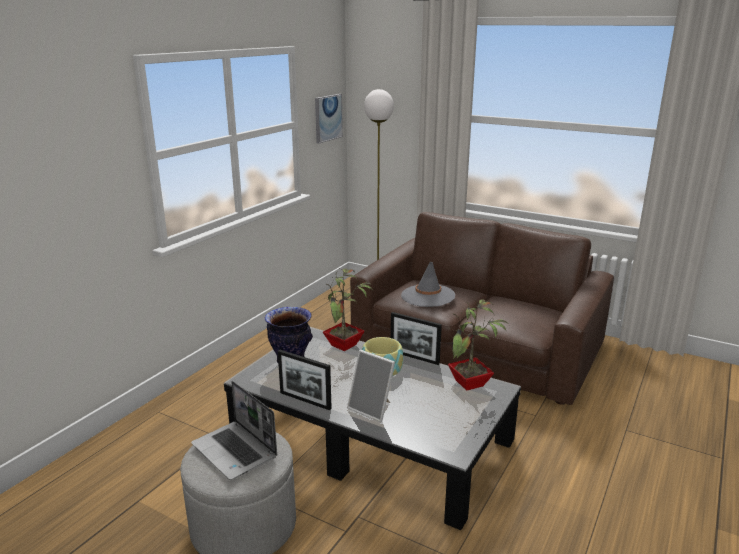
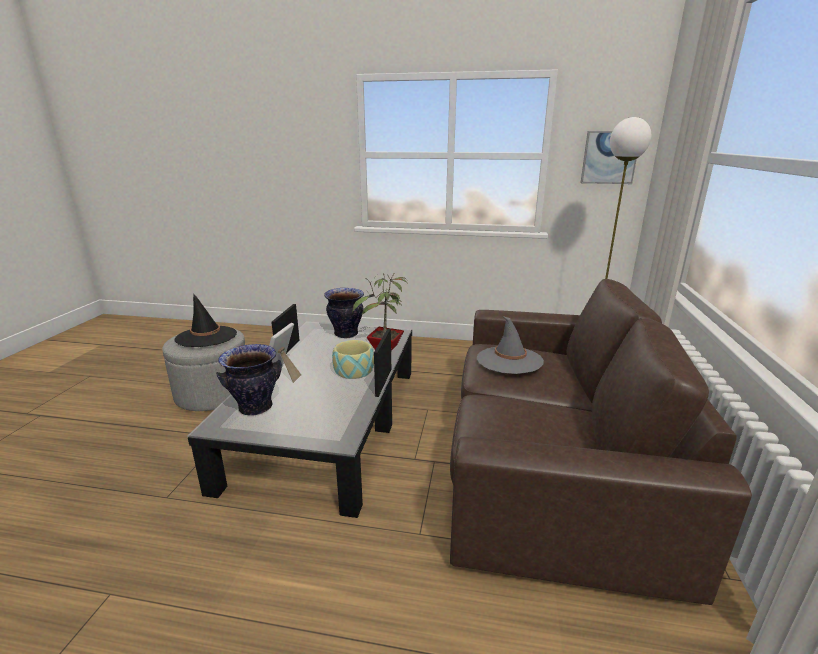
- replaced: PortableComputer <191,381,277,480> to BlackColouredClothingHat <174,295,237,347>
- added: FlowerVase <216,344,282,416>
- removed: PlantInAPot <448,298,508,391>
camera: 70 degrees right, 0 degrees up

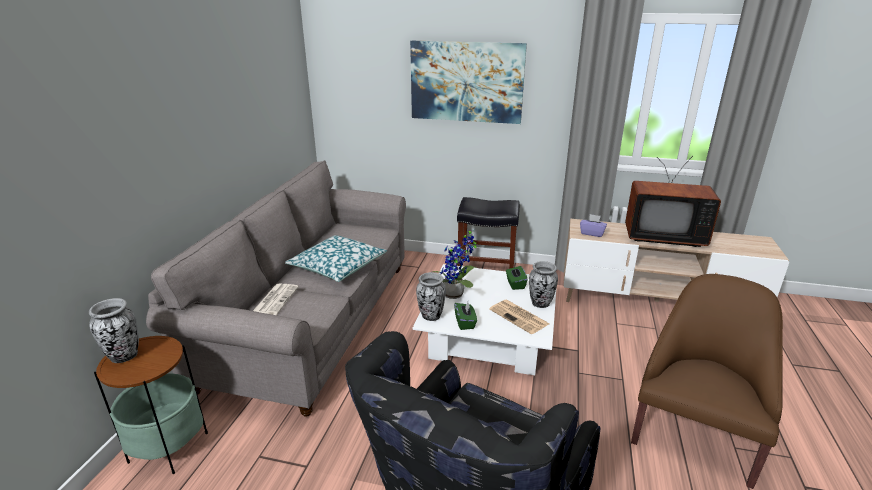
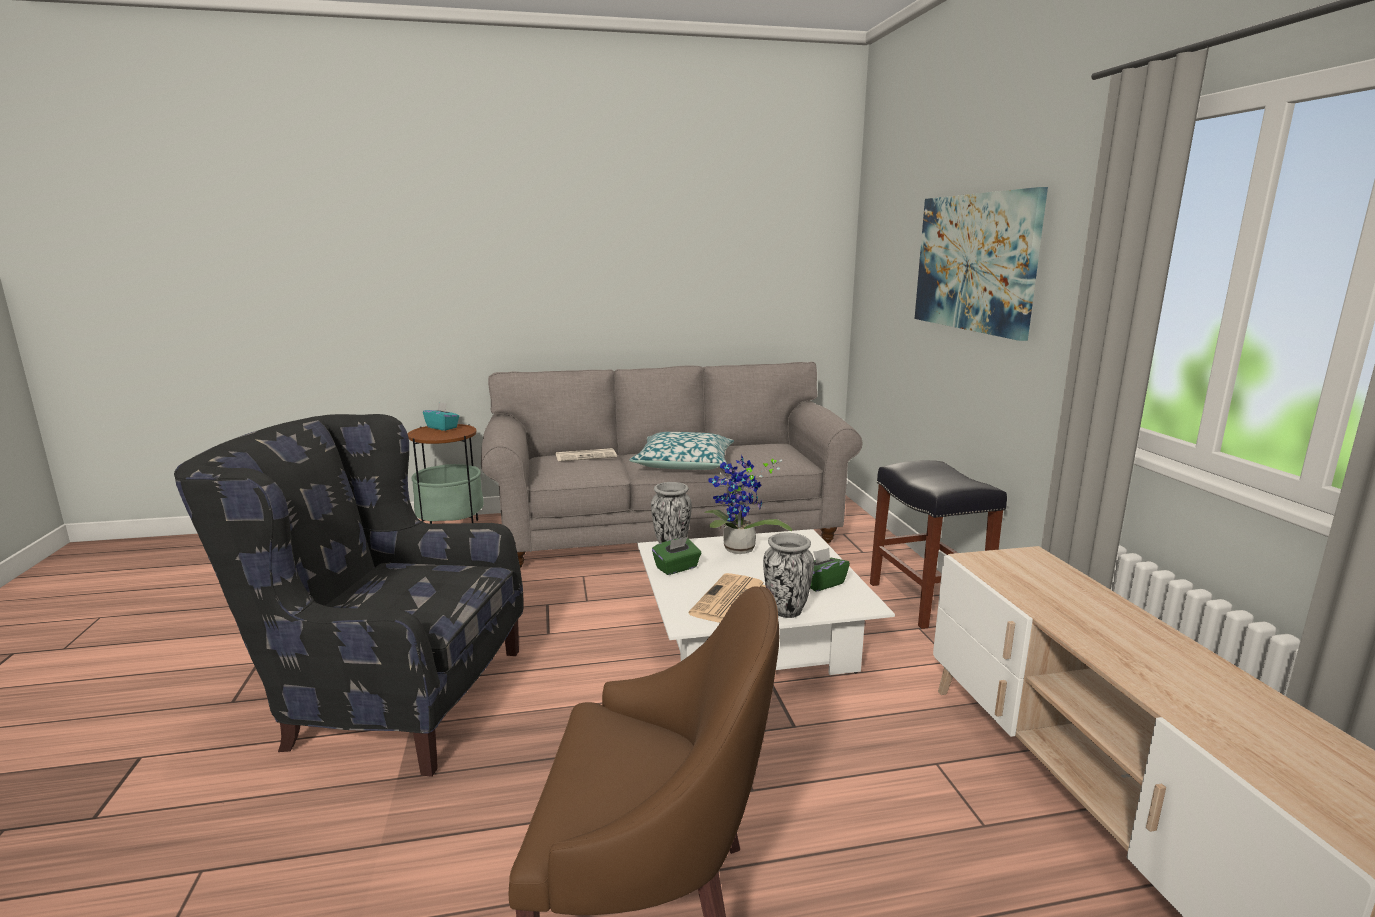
- replaced: FlowerVase <89,298,139,363> to TurquoiseColouredTissueBox <423,402,459,431>
- removed: PurpleTissueBox <580,214,607,237>
- removed: Tv <625,156,721,247>
camera: 65 degrees right, 10 degrees down

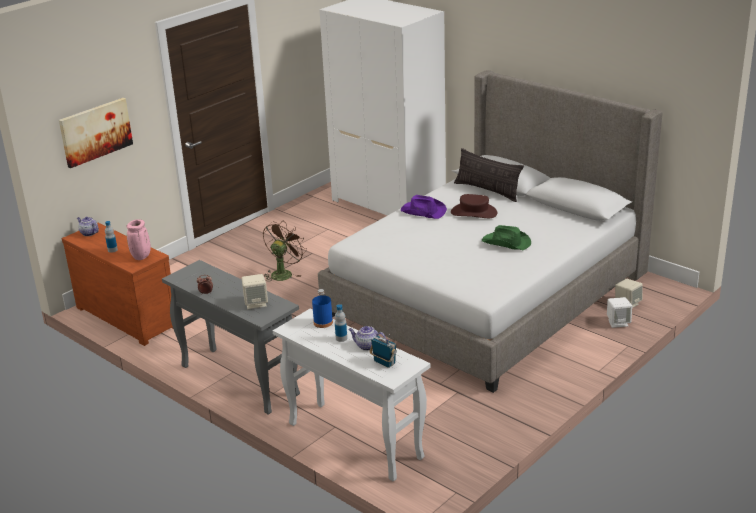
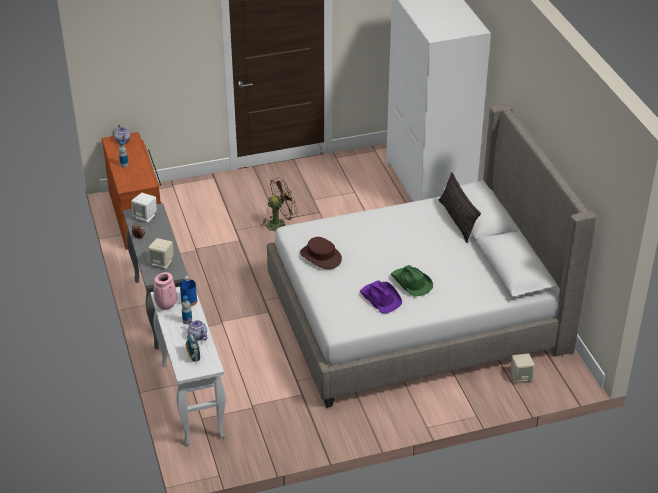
- moved: WhiteAudioSpeaker <607,297,632,328> to <131,193,157,222>
- moved: PinkColouredFlowerVase <126,219,151,260> to <153,272,177,310>
- moved: BrownColouredClothingHat <451,194,497,218> to <300,237,342,269>
- moved: PurpleClothingHat <401,195,447,219> to <360,280,402,314>
- removed: Picture <59,98,133,168>
camera: 30 degrees right, 10 degrees up

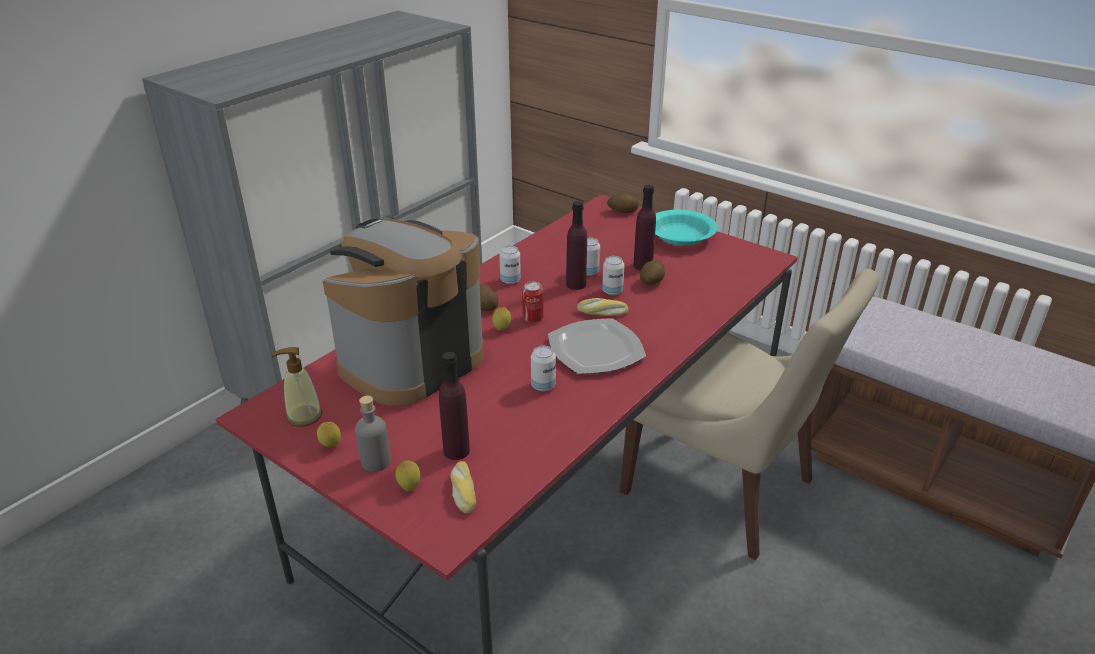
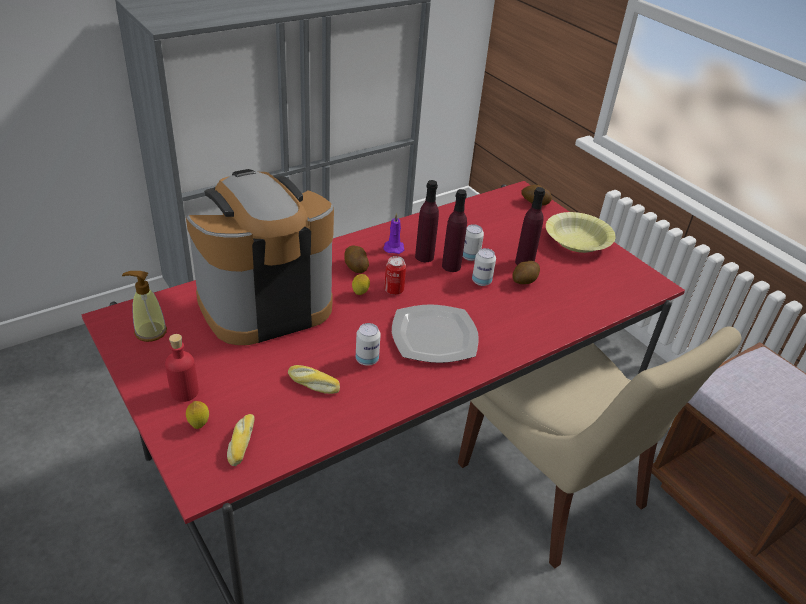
- recoloured: GreyBottle <355,396,391,472> to ReddishBottle <165,334,199,402>
- moved: Bread <577,298,628,316> to <288,365,340,394>
- replaced: MetalCan <499,245,521,284> to PurpleCandle <383,213,404,254>
- moved: PurpleBottle <439,352,470,460> to <415,180,439,262>
- recoloured: TurquoiseColouredDeepDish <655,210,718,246> to YellowishDeepDish <546,212,616,253>
- removed: Lemon <317,422,341,448>
camera: 15 degrees right, 5 degrees up

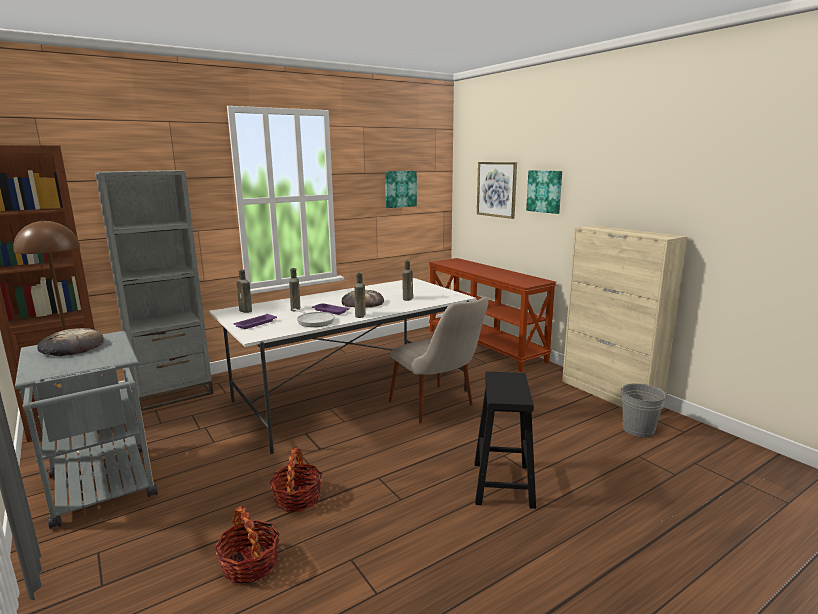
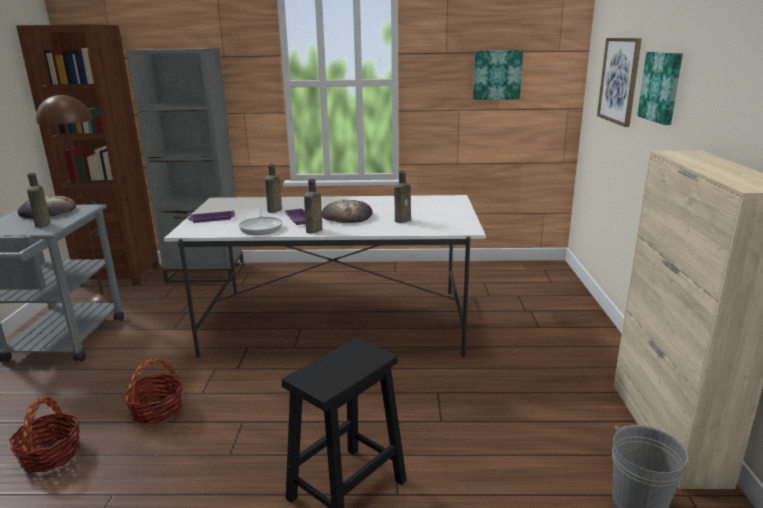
- moved: BrownColouredBottle <237,270,252,313> to <27,173,50,228>
- removed: BeigeColouredUprightChair <389,297,488,424>
- removed: BrownColouredConsoleTable <429,258,556,372>
camera: 35 degrees right, 5 degrees up

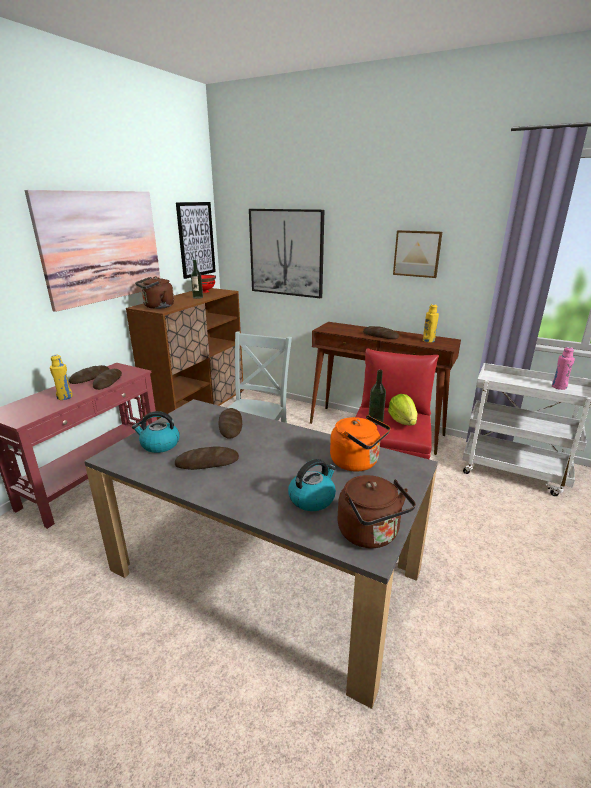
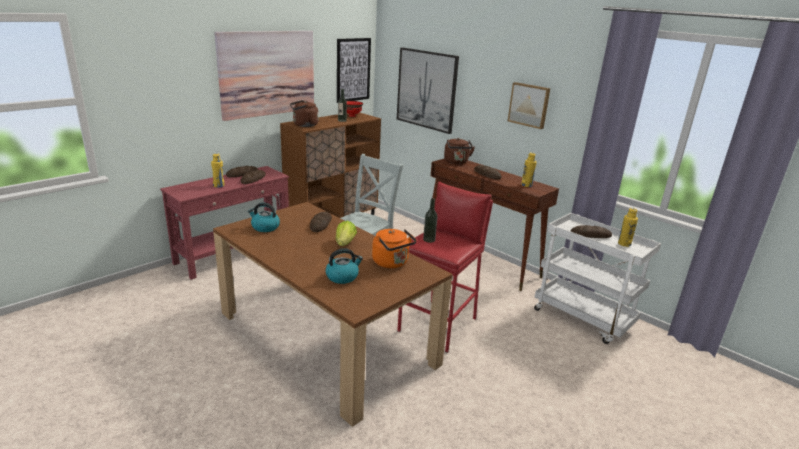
- recoloured: GreyKitchenTable <84,399,438,709> to BrownColouredKitchenTable <213,202,453,427>
- moved: LettuceHead <388,394,417,425> to <336,221,357,246>
- moved: BrownColouredWaterKettle <338,475,416,548> to <444,138,475,164>
- moved: Bread <175,447,239,470> to <571,225,612,238>
- recoloured: PinkColouredBottle <552,347,575,390> to YellowishBottle <618,207,638,247>
camera: 15 degrees right, 0 degrees up

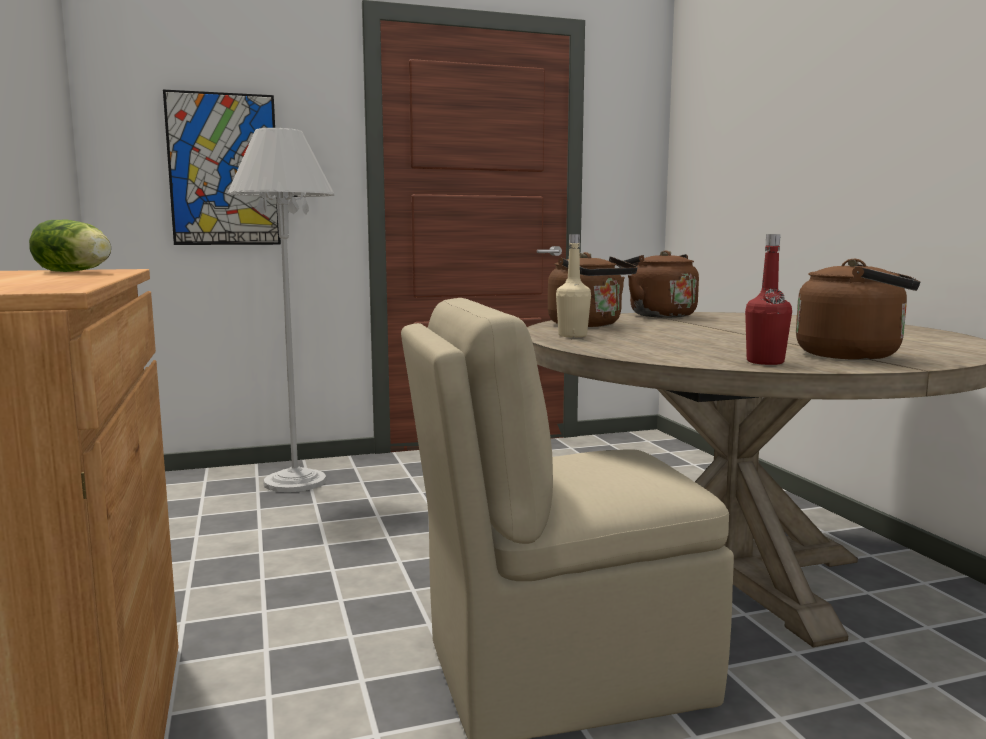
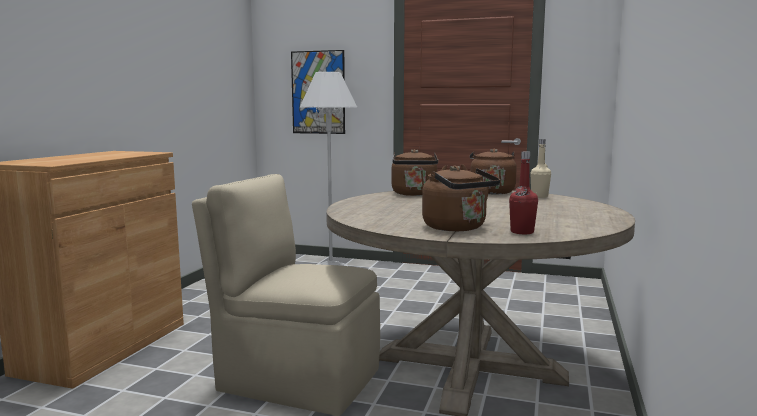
- moved: ReddishBottle <745,234,792,365> to <509,151,538,234>
- moved: BeigeColouredBottle <556,234,591,338> to <530,139,551,198>
- removed: LettuceHead <29,219,111,272>
camera: 35 degrees right, 0 degrees up

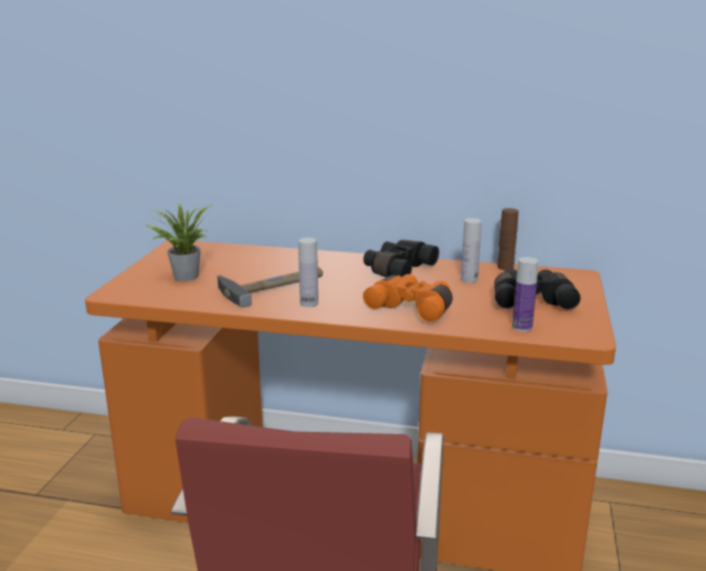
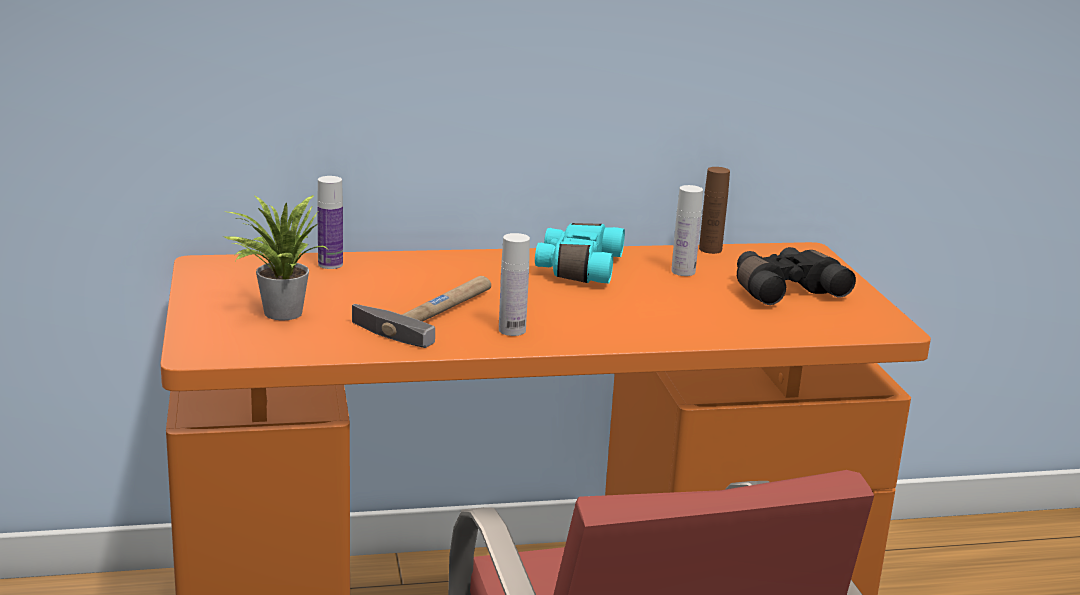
- moved: Bottle <512,257,538,332> to <317,176,343,269>
- recoloured: BlackColouredBinoculars <363,240,439,277> to TurquoiseColouredBinoculars <535,223,625,283>
- removed: OrangeBinoculars <363,274,453,322>
camera: 25 degrees left, 0 degrees up

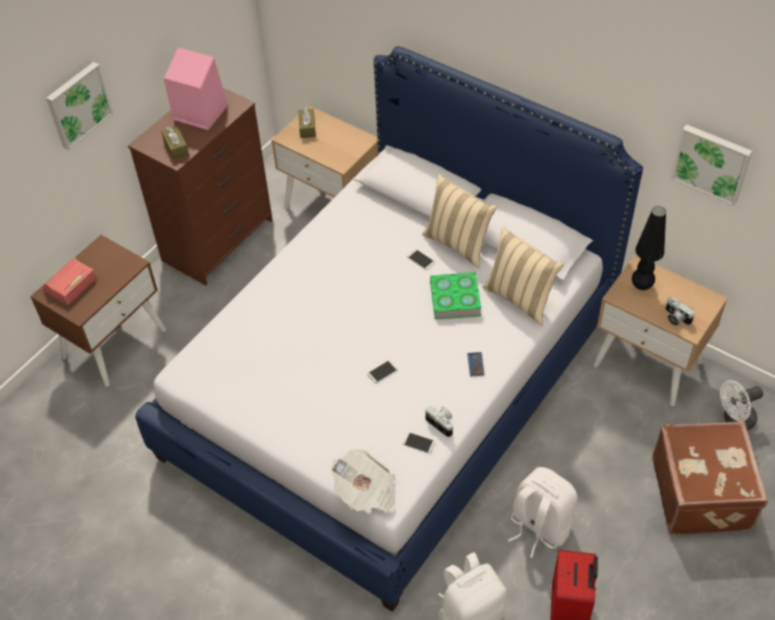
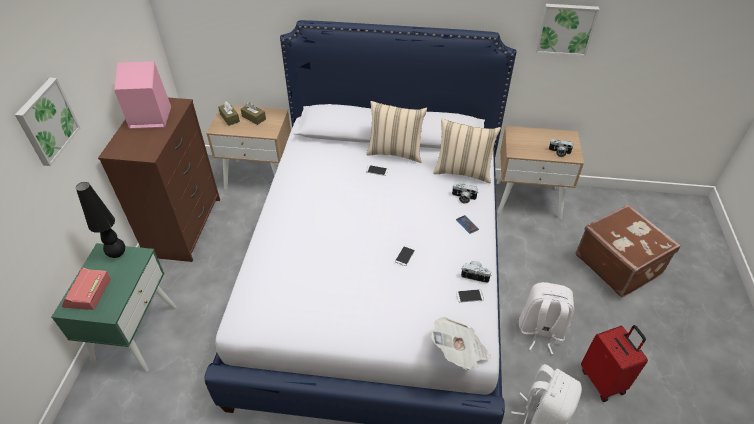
- recoloured: BrownColouredNightTable <30,235,166,387> to GreenColouredNightTable <51,243,177,372>
- moved: BlackColouredTabletopLamp <632,206,666,290> to <76,182,125,258>
- moved: BrownColouredTissueBox <161,126,189,160> to <241,102,266,125>
- added: PhotoCamera <452,183,478,204>
- removed: Book <430,272,481,319>
- removed: WhiteCoolingFan <720,380,763,430>
camera: 30 degrees left, 5 degrees down

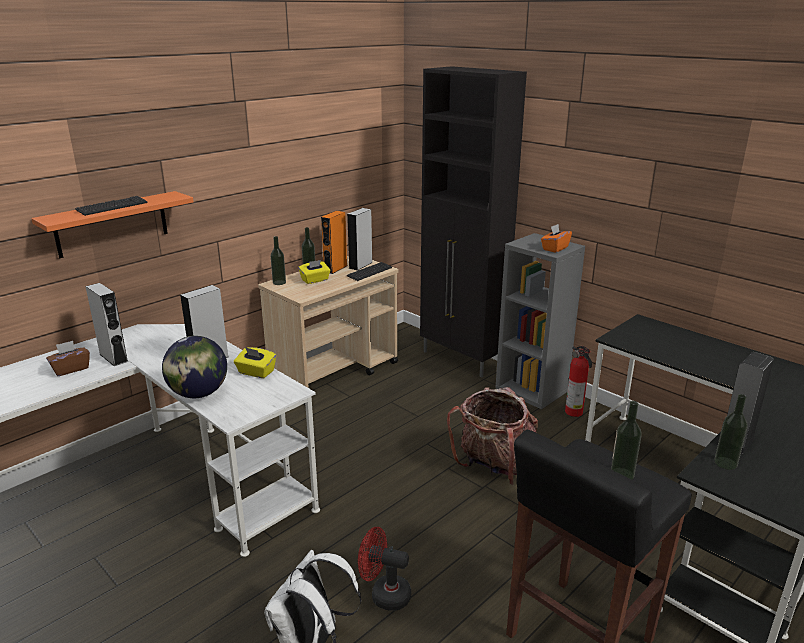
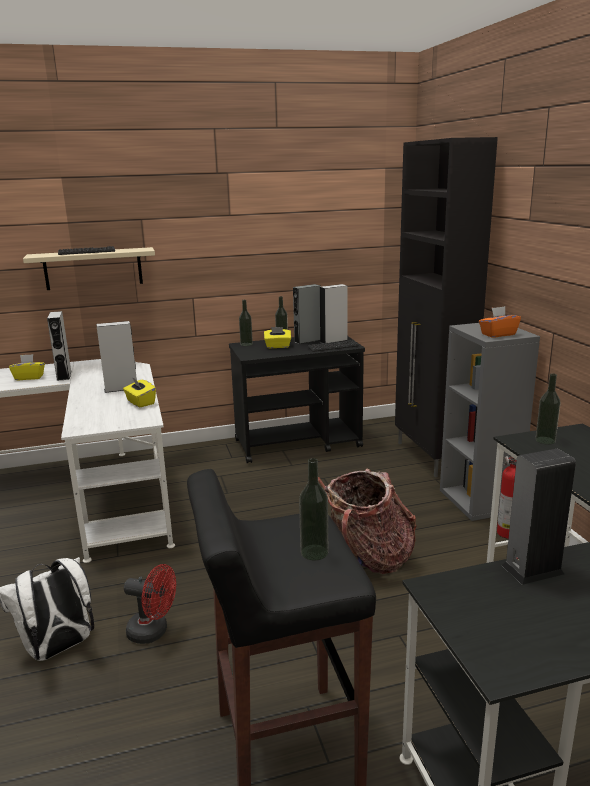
- recoloured: BrownColouredTissueBox <46,341,90,376> to YellowishTissueBox <9,354,45,380>
- recoloured: OrangeBracketShelf <31,191,194,258> to BeigeColouredBracketShelf <23,247,155,290>
- turned: ReddishCoolingFan <358,527,411,611> = <124,564,176,644> 150 degrees clockwise
- recoloured: BeigeColouredTrolley <258,256,399,405> to BlackColouredTrolley <229,336,365,463>
- recoloured: OrangeAudioSpeaker <321,211,347,274> to GreyAudioSpeaker <293,284,321,344>
- moved: Bottle <714,394,748,470> to <535,373,561,445>
- removed: DeskGlobe <162,336,227,398>
camera: 30 degrees right, 5 degrees down

